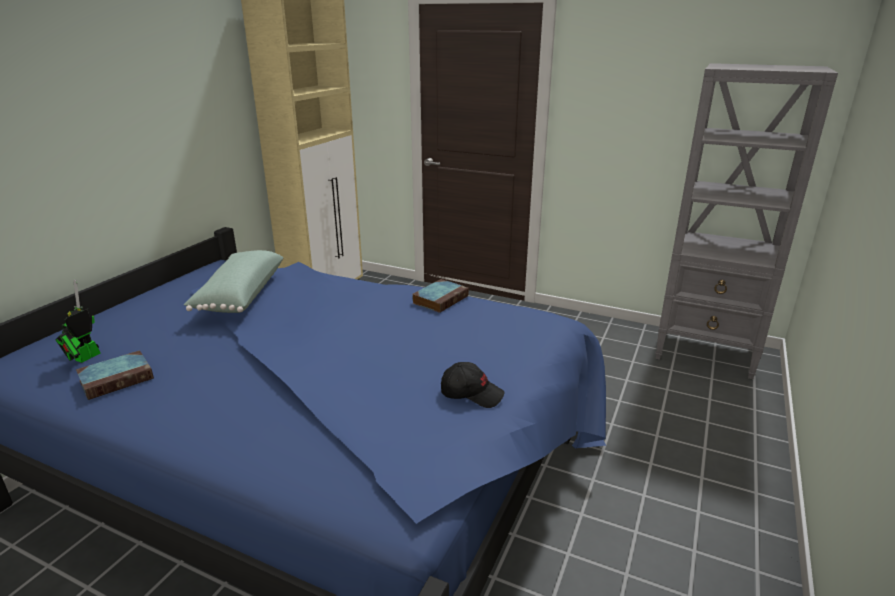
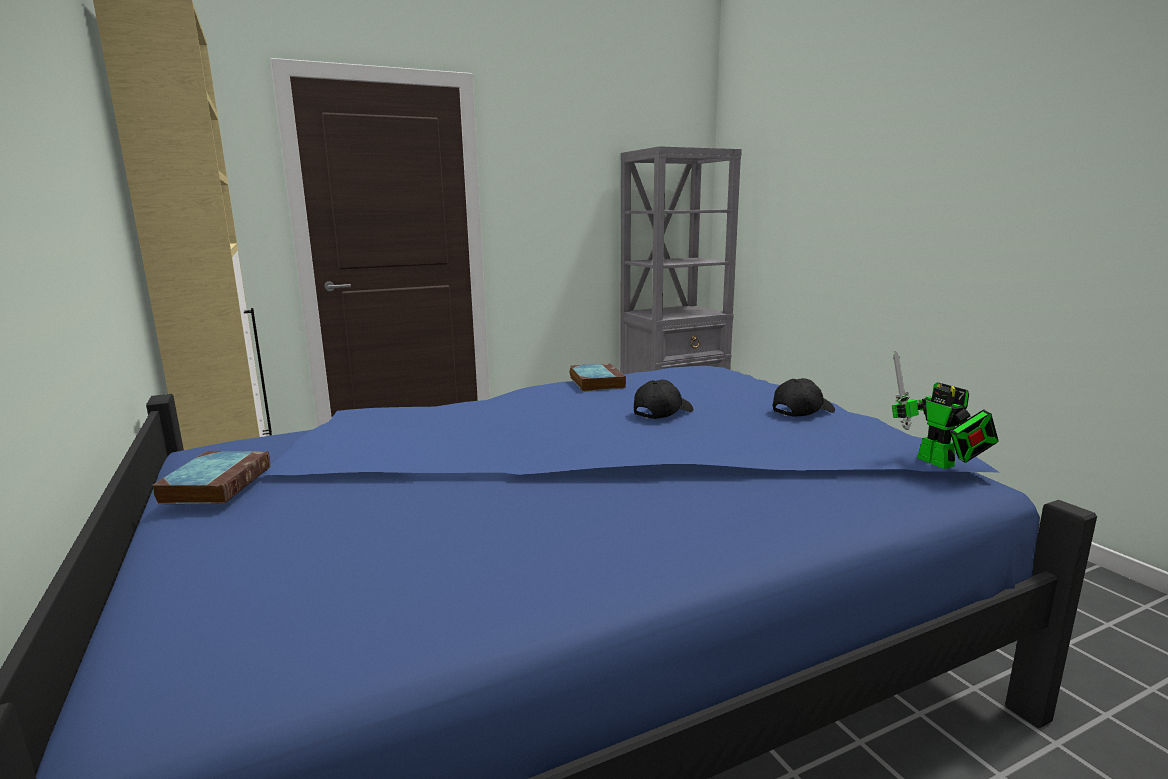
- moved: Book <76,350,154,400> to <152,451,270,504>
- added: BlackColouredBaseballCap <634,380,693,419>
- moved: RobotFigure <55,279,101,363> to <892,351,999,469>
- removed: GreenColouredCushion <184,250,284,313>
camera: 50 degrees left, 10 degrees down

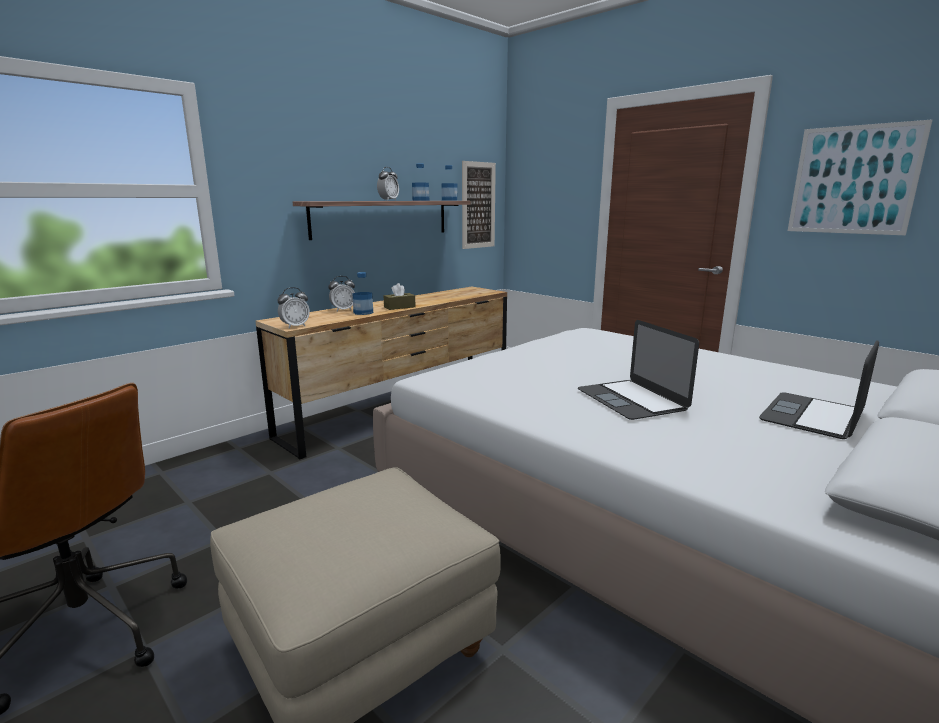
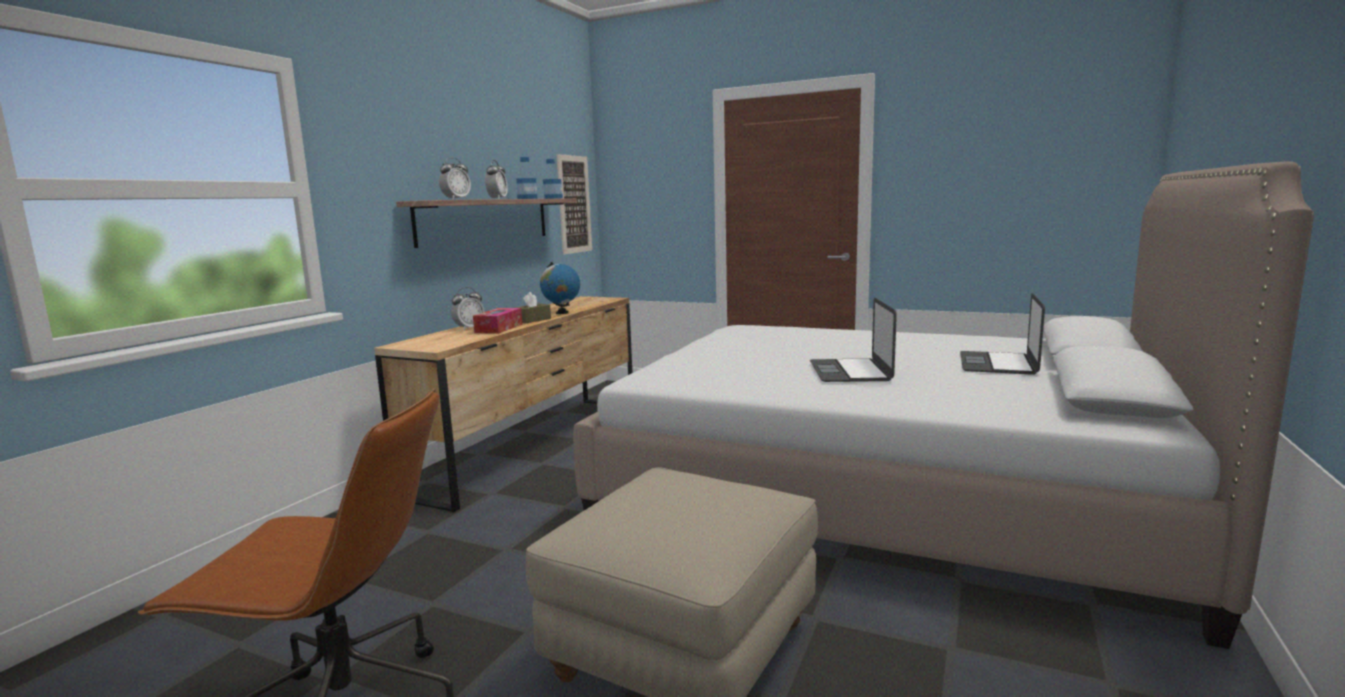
- moved: AlarmClock <277,287,310,329> to <439,157,471,200>
- replaced: Bottle <352,272,373,315> to TissueBox <473,308,522,334>
- added: DeskGlobe <540,262,580,314>
- turned: PortableComputer <578,320,699,420> = <810,298,897,382> 45 degrees clockwise
- removed: Picture <788,120,932,235>
camera: 20 degrees left, 5 degrees down

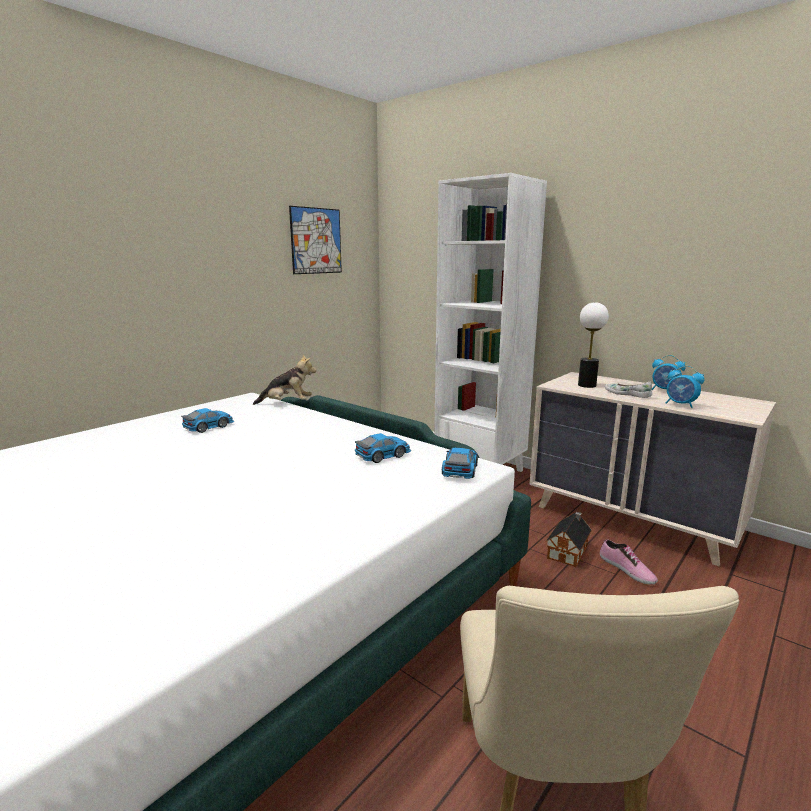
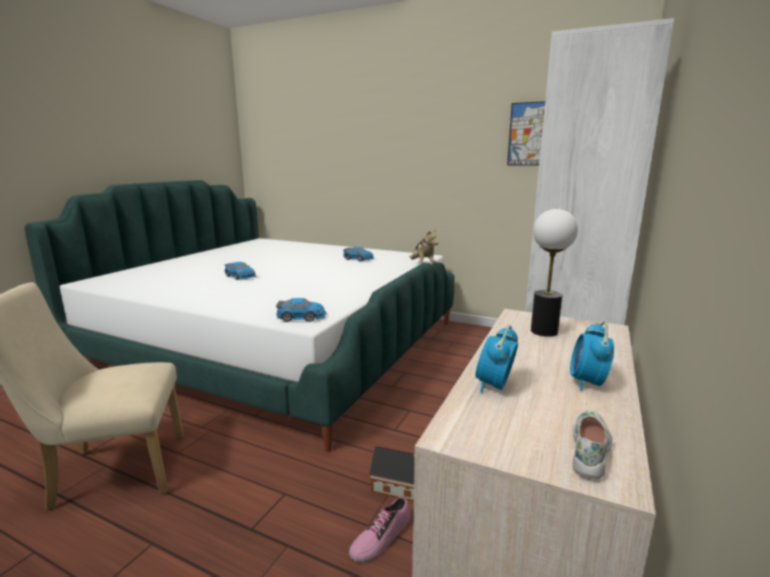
- moved: ToyCar <355,433,411,463> to <224,262,256,280>
- moved: WhiteItemOfFootwear <605,381,652,398> to <572,410,612,479>
camera: 75 degrees right, 0 degrees up

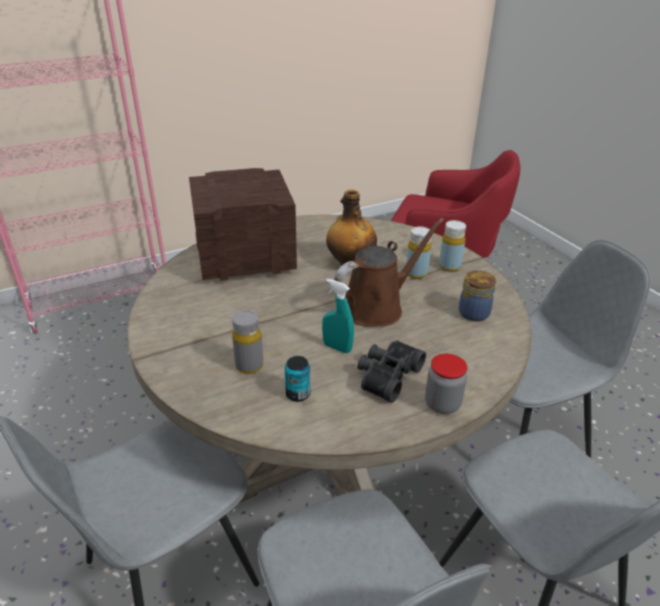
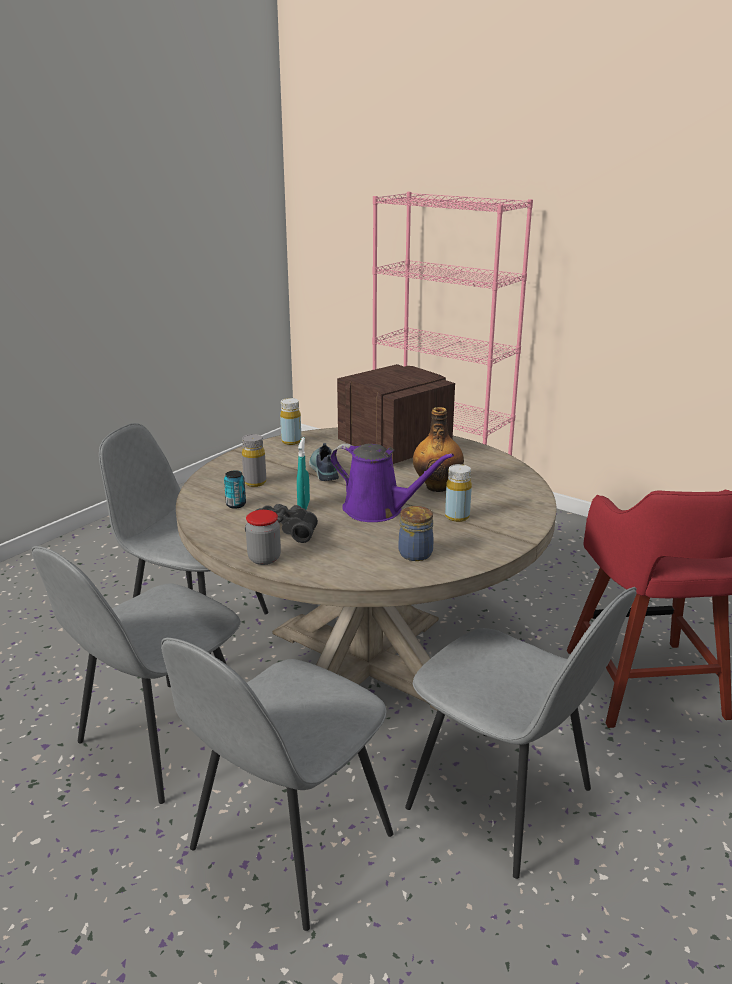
- moved: YellowishBottle <439,220,466,272> to <280,398,301,445>
- added: ItemOfFootwear <309,443,339,481>
- recoloured: BrownColouredWateringCan <334,218,444,326> to PurpleWateringCan <330,444,454,522>
camera: 65 degrees right, 10 degrees down

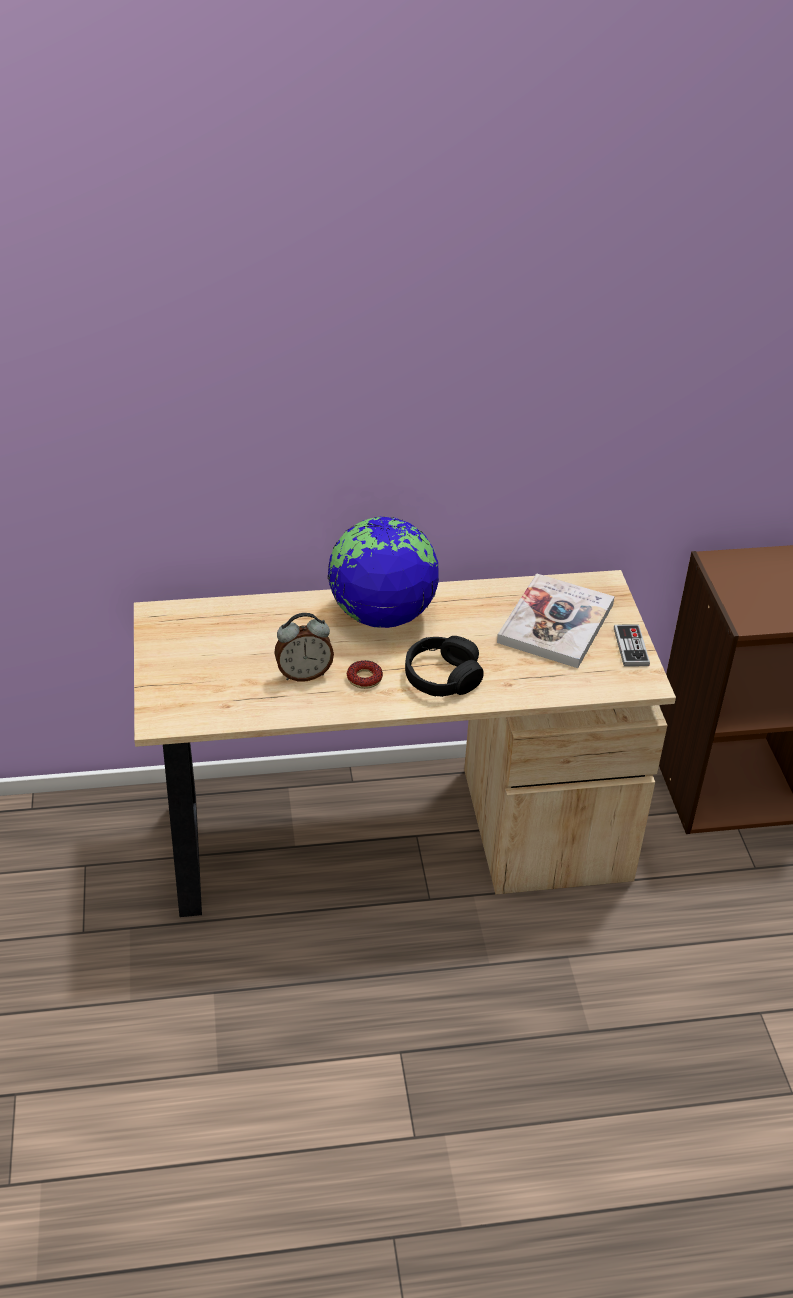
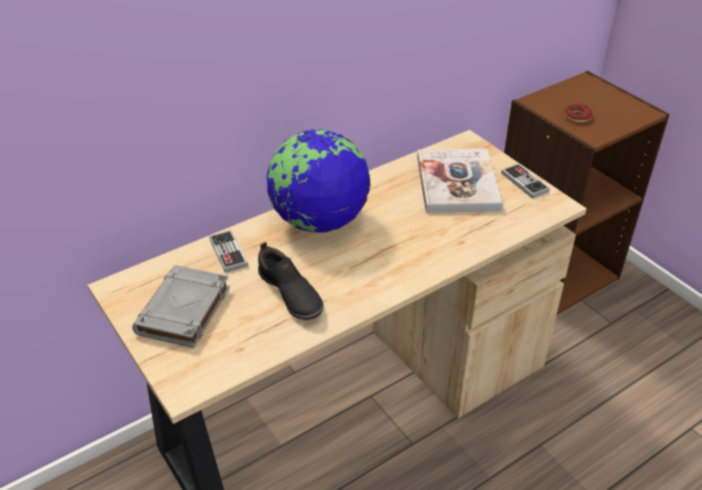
- added: GreyBook <132,265,230,348>
- added: Joypad <209,230,248,273>
- replaced: AlarmClock <274,613,334,681> to BlackColouredItemOfFootwear <258,242,324,320>
- moved: Donut <347,660,383,689> to <565,104,593,123>
- removed: BlackColouredHeadphones <405,636,484,697>
camera: 25 degrees left, 0 degrees up

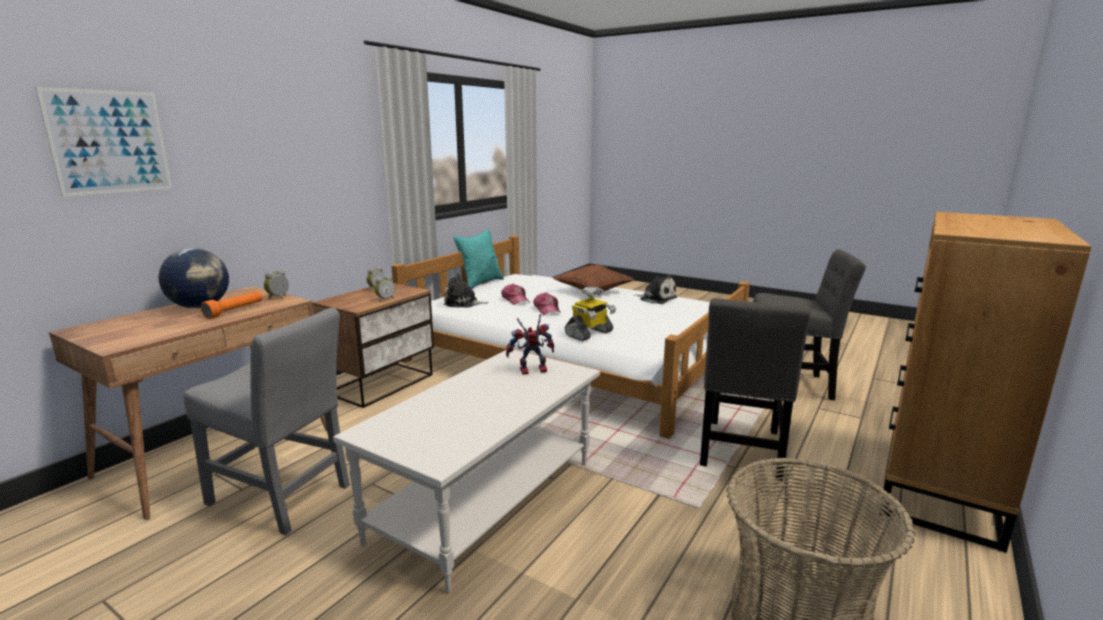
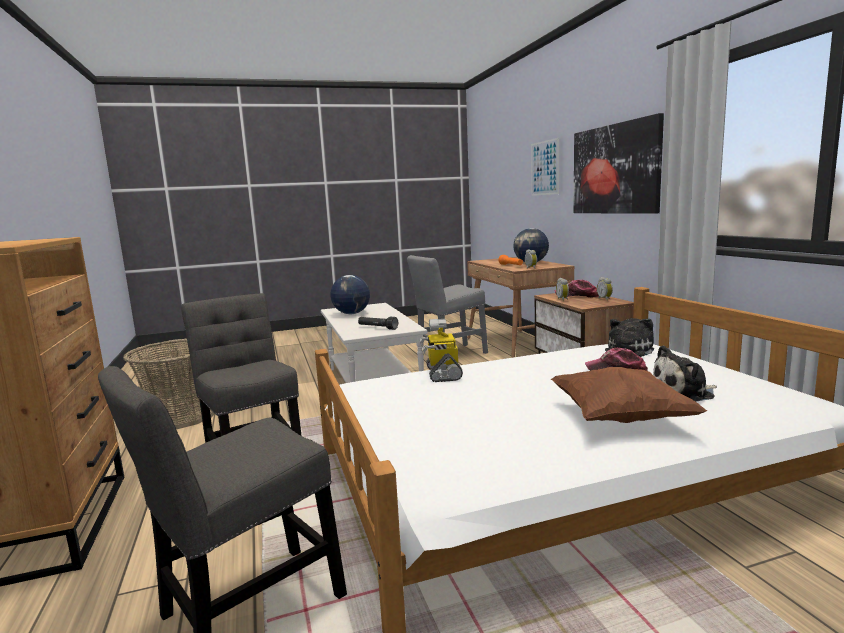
- added: DeskGlobe <330,275,370,314>
- replaced: RobotFigure <506,314,554,375> to BlackColouredHandTorch <358,317,398,330>
- moved: BaseballCap <533,292,561,315> to <555,280,599,298>
- added: Picture <573,113,664,214>
- moved: SoftToy <634,274,677,304> to <653,345,717,401>
- removed: TurquoiseColouredCushion <453,228,504,289>
camera: 130 degrees right, 5 degrees down

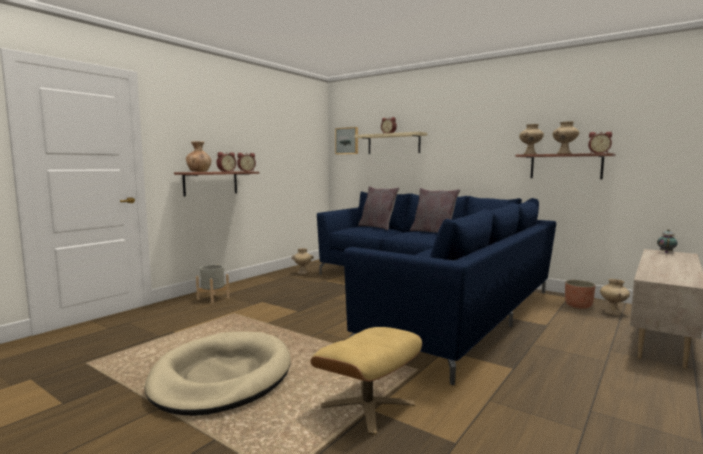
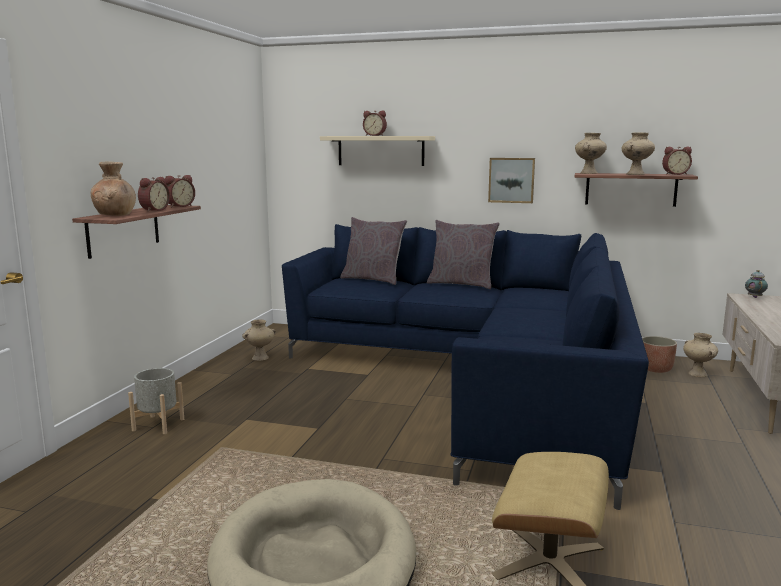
- moved: Picture <335,127,358,154> to <488,158,535,203>
camera: 20 degrees left, 5 degrees up

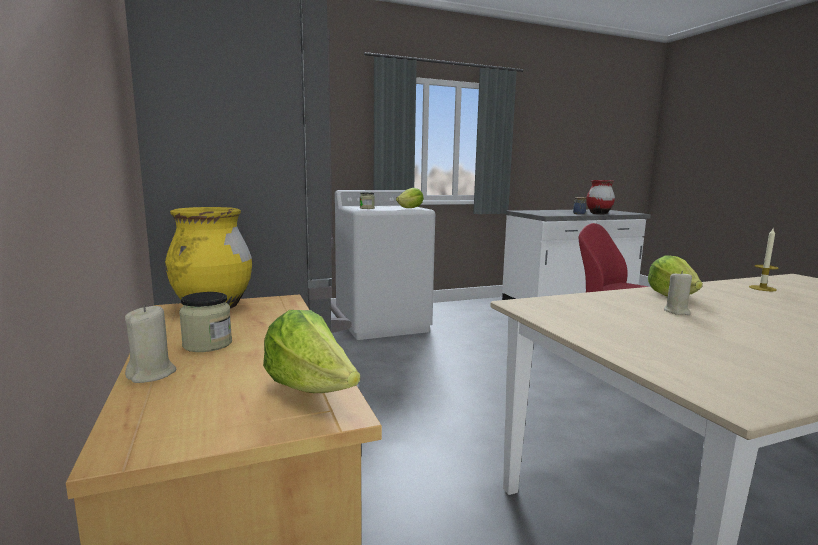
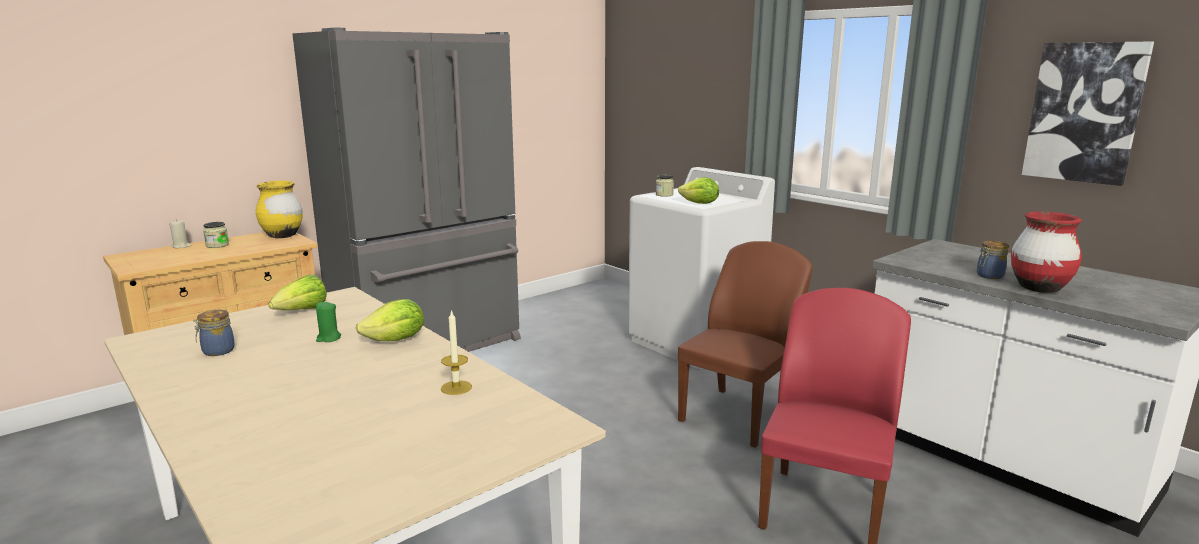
- added: Jar <193,310,235,356>
- moved: LettuceHead <263,310,360,393> to <269,274,327,310>
- recoloured: BeigeColouredCandle <664,271,692,315> to GreenColouredCandle <316,301,341,342>
- added: BrownColouredUprightChair <678,241,812,448>
- added: Picture <1022,42,1154,186>
camera: 70 degrees right, 5 degrees up

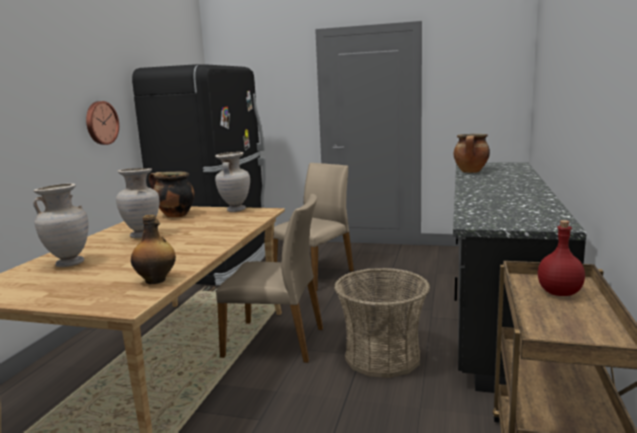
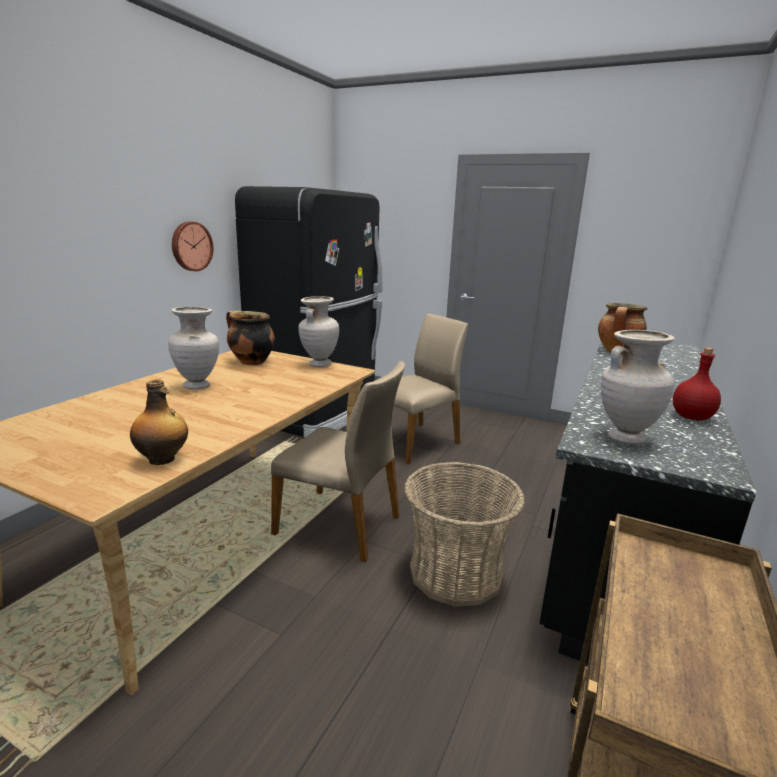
- moved: BeigeColouredFlowerVase <33,183,88,267> to <601,330,675,444>
- moved: ReddishBottle <538,220,585,296> to <673,348,721,420>
camera: 10 degrees right, 5 degrees up

